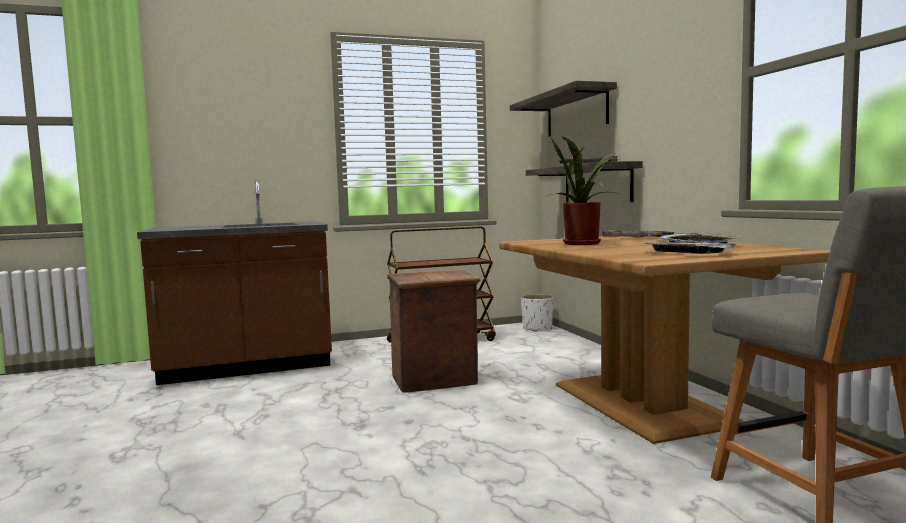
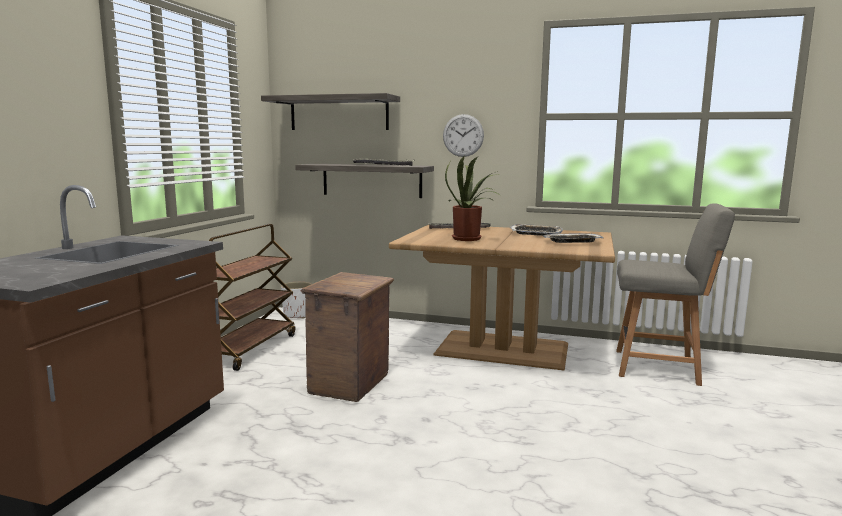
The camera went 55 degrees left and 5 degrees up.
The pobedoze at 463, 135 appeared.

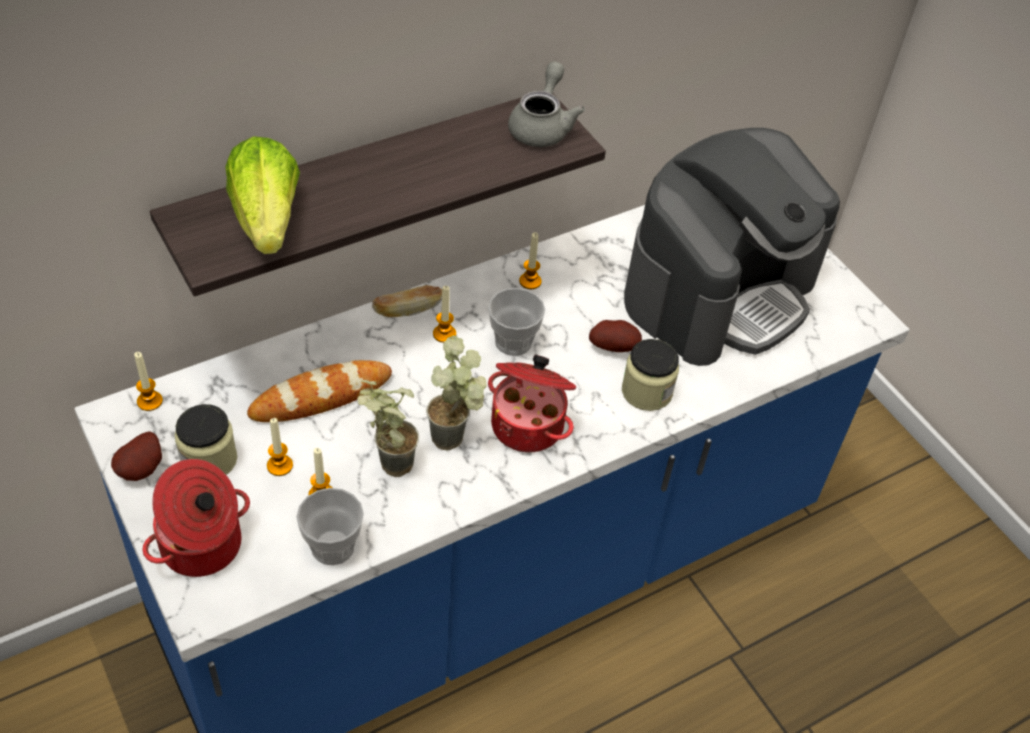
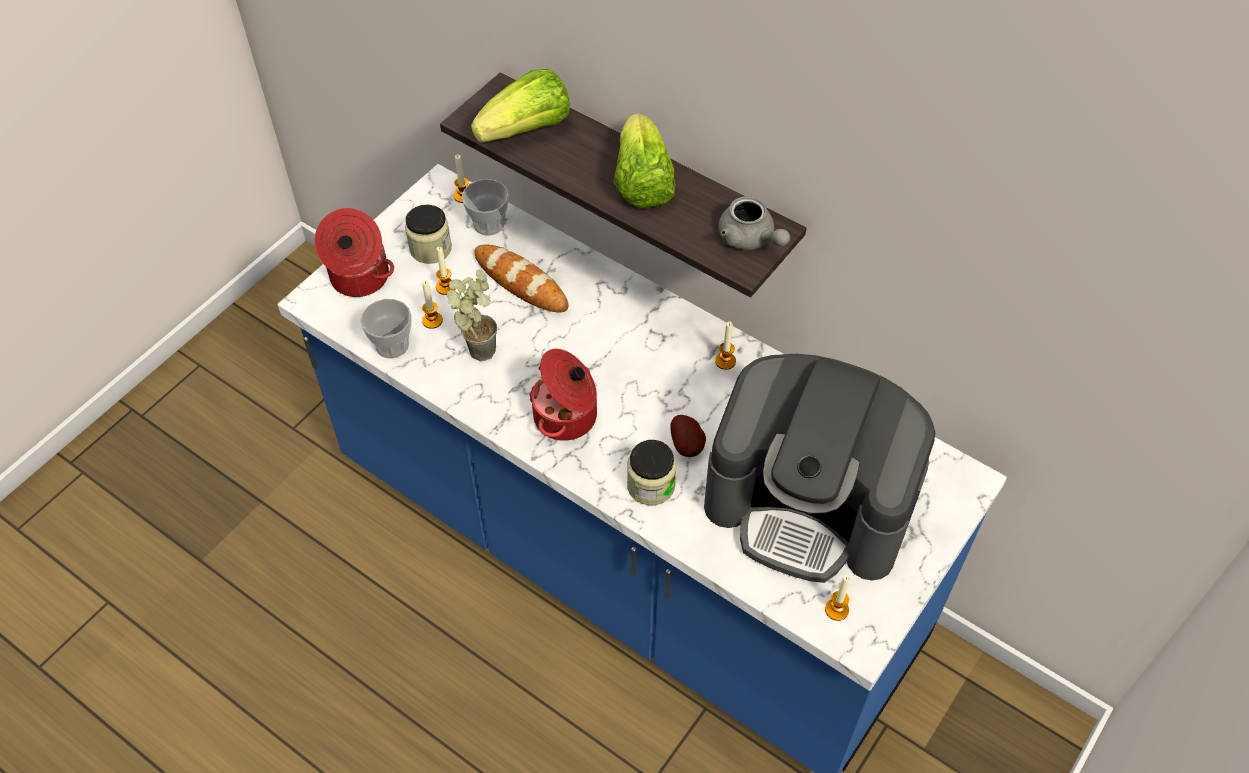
The camera went 70 degrees right and 5 degrees up.
The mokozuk at 143, 470 disappeared.
The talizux at 407, 311 disappeared.
The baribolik at 457, 440 disappeared.
The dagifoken moved from 444, 334 to 836, 610.
The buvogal moved from 513, 342 to 488, 224.
The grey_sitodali at 542, 126 turned 60 degrees clockwise.
The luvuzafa at 642, 182 appeared.

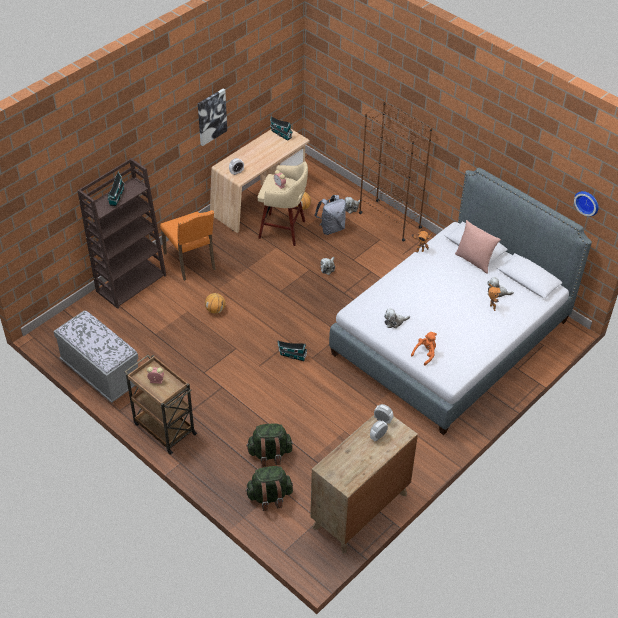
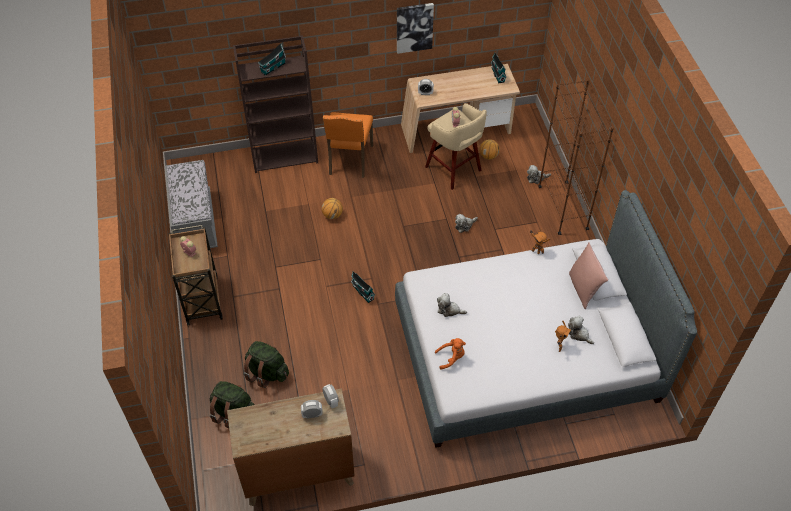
The camera went 35 degrees right and 5 degrees up.
The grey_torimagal at 331, 228 disappeared.
The pobedoze at 587, 202 disappeared.

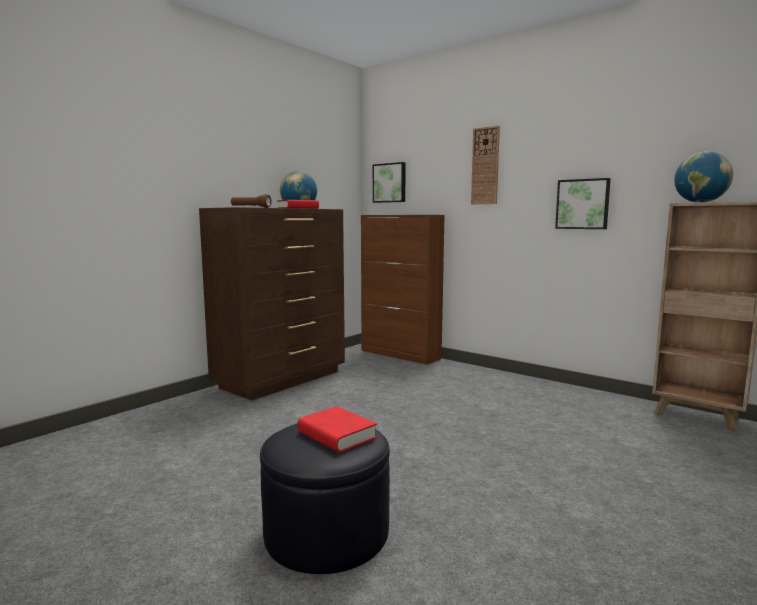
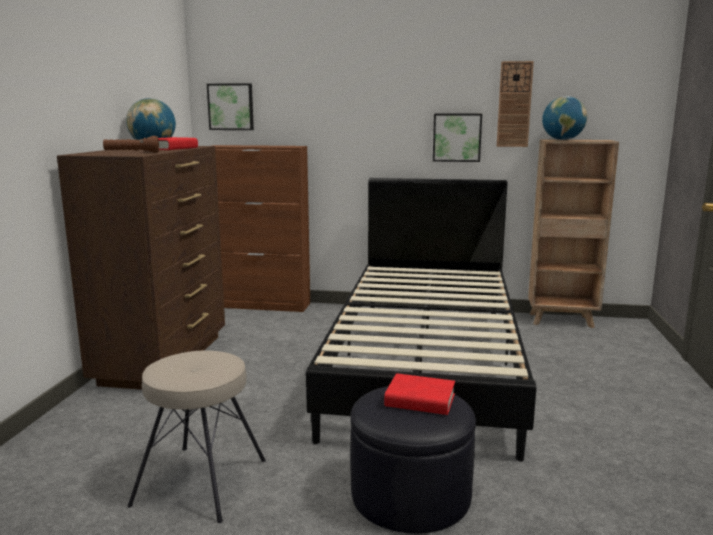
The camera went 30 degrees left and 5 degrees up.
The pobedoze moved from 485, 166 to 514, 104.
The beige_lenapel at 202, 482 appeared.
The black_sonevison at 426, 362 appeared.

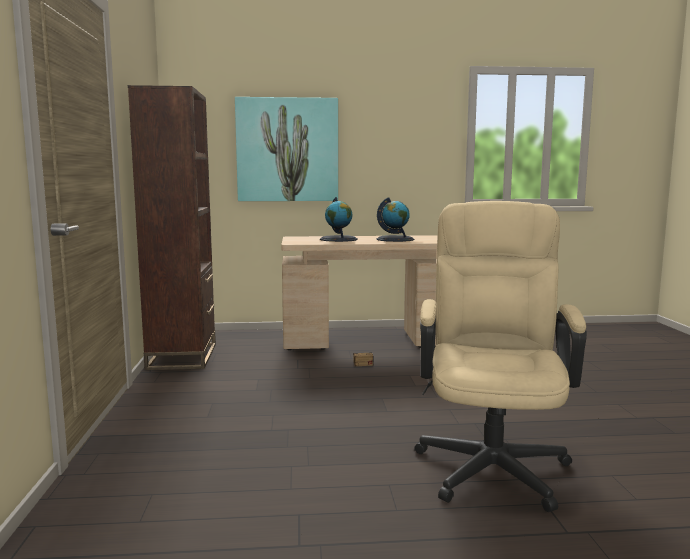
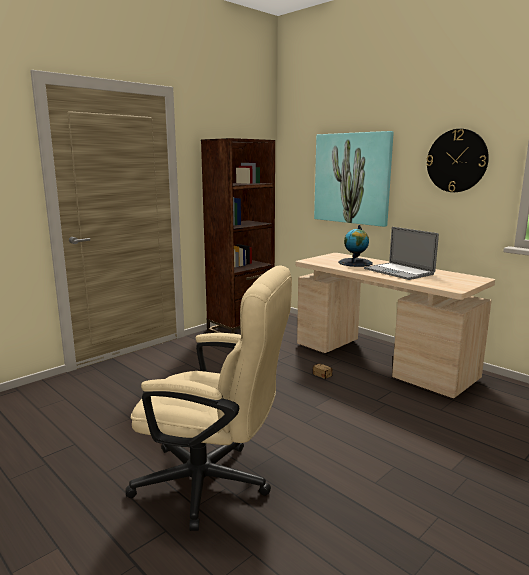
The camera went 50 degrees right and 5 degrees up.
The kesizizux at 395, 239 was replaced by the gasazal at 398, 271.
The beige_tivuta at 492, 461 turned 45 degrees clockwise.
The pobedoze at 456, 161 appeared.

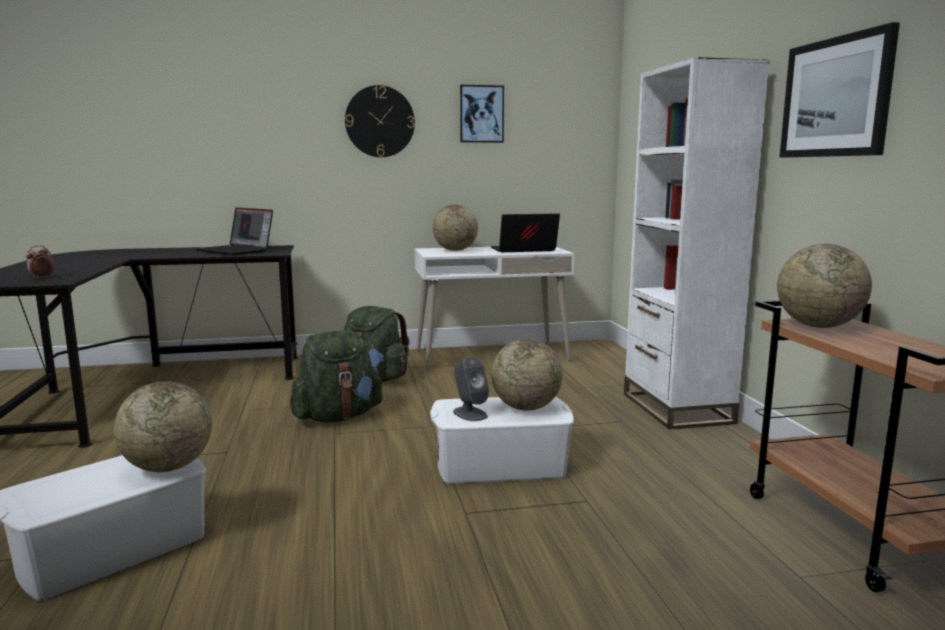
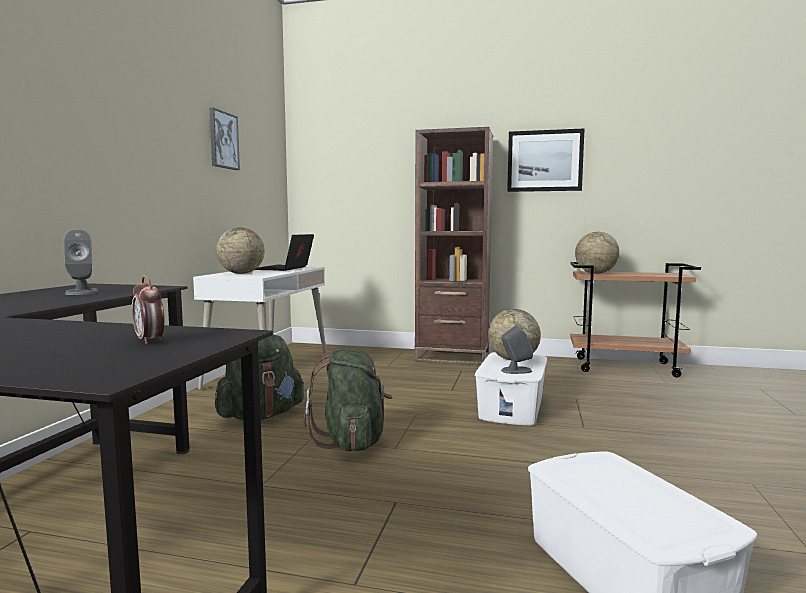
The camera went 65 degrees left and 5 degrees down.
The kesizizux at 168, 467 disappeared.
The gasazal at 236, 251 was replaced by the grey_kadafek at 82, 292.
The pobedoze at 380, 121 disappeared.
The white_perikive at 676, 408 became the brown_perikive at 452, 357.

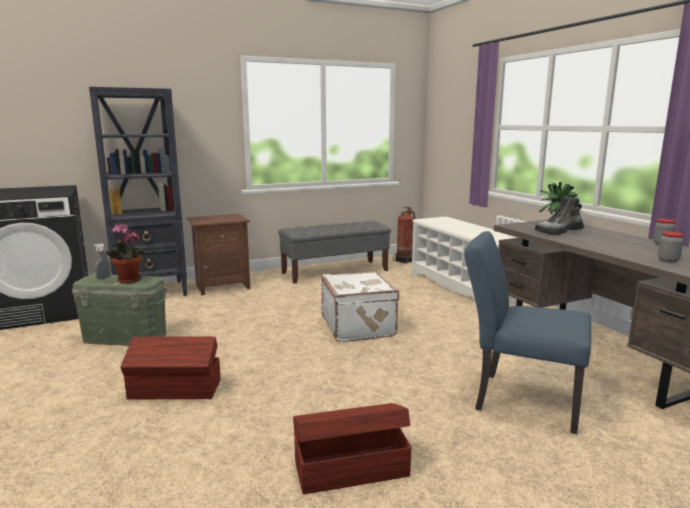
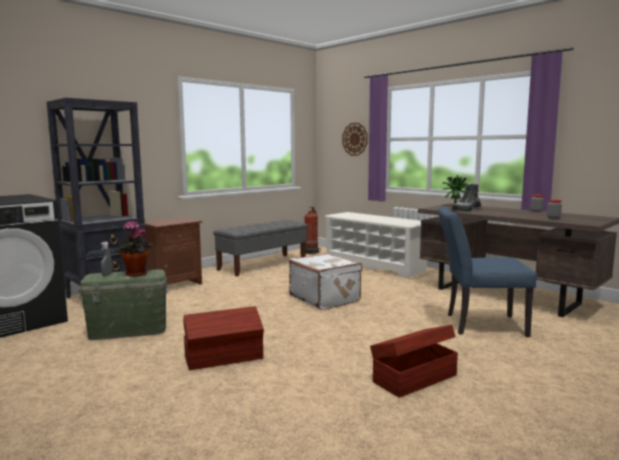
The camera went 20 degrees left and 5 degrees down.
The pobedoze at 355, 139 appeared.

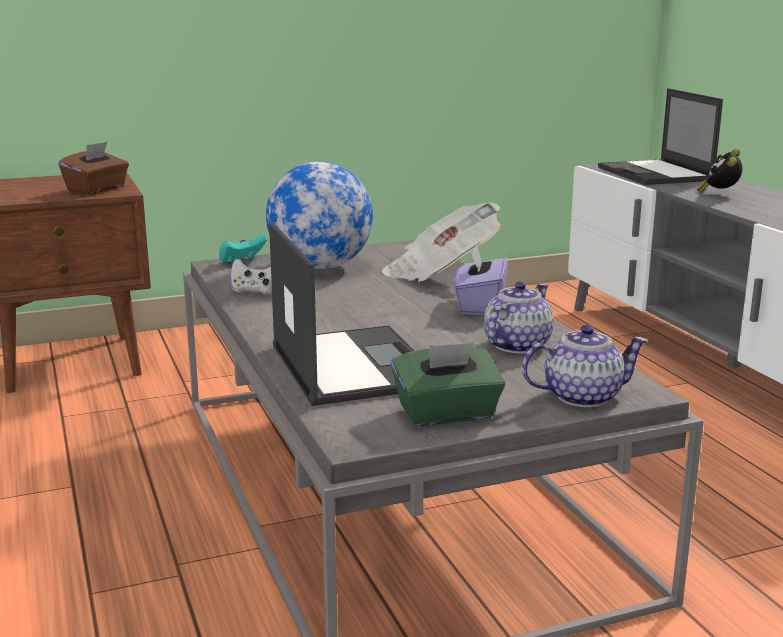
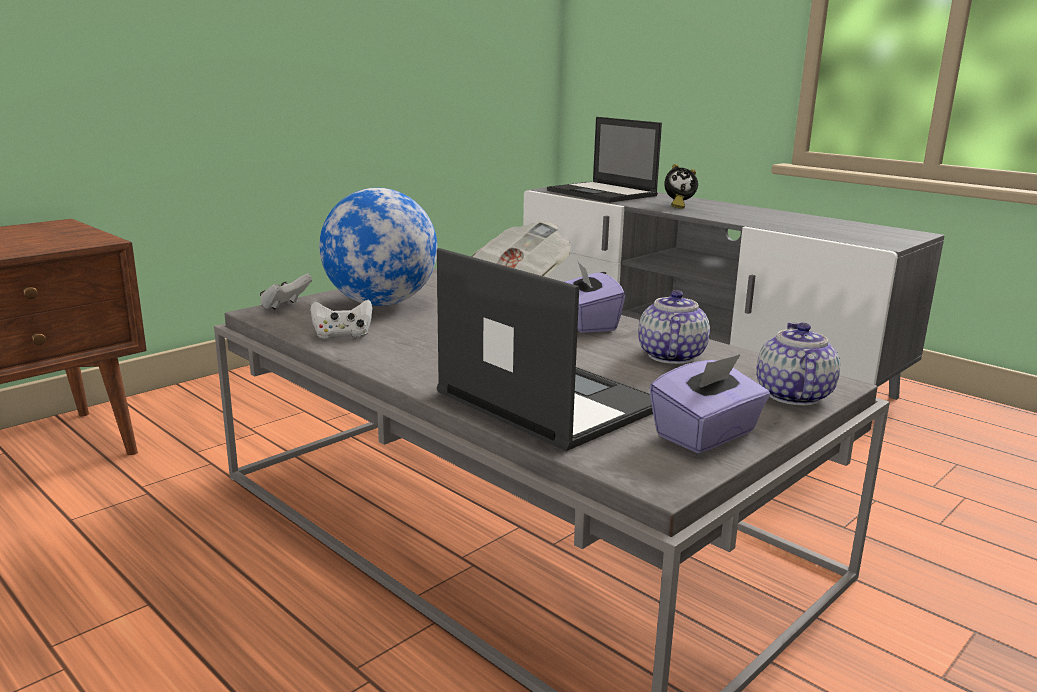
The camera went 25 degrees left and 0 degrees up.
The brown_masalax at 97, 189 disappeared.
The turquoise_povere at 241, 261 became the white_povere at 285, 306.
The green_masalax at 447, 414 became the purple_masalax at 706, 435.
The sitodali at 581, 396 turned 45 degrees counterclockwise.
The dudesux at 719, 194 turned 90 degrees counterclockwise.

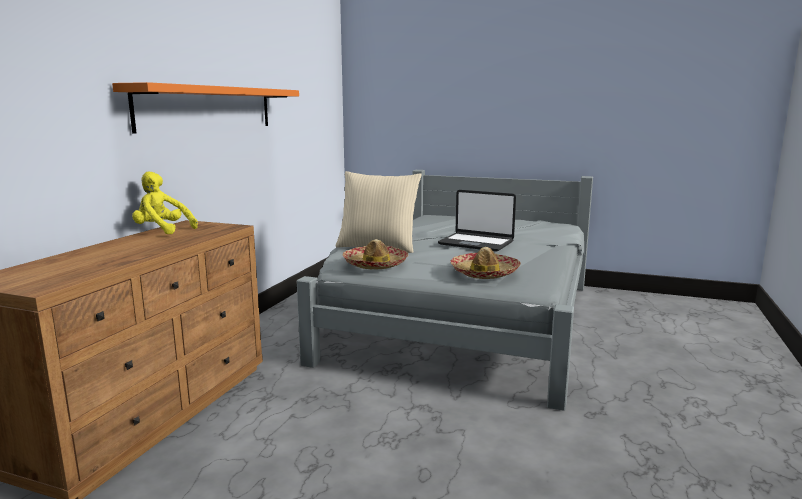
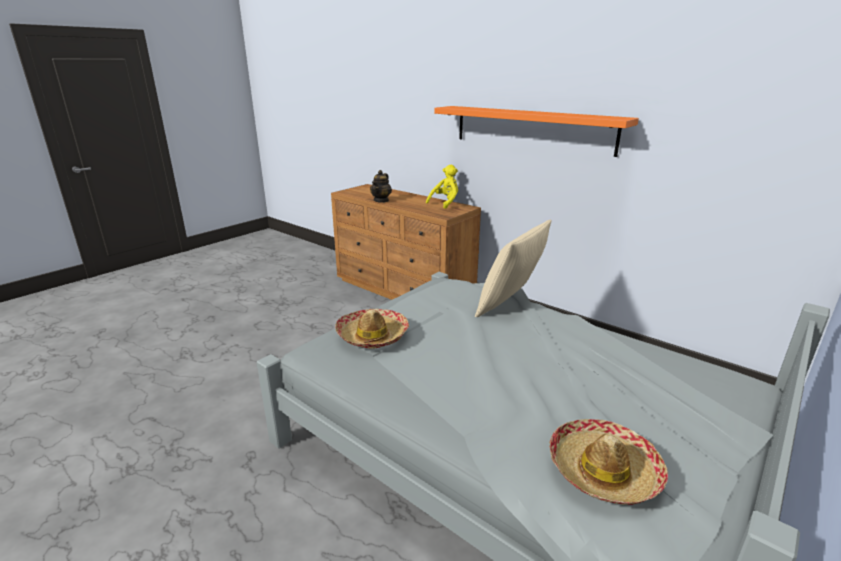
The camera went 110 degrees right and 10 degrees up.
The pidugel moved from 375, 264 to 603, 470.
The gasazal at 476, 243 disappeared.
The sitodali at 381, 200 appeared.

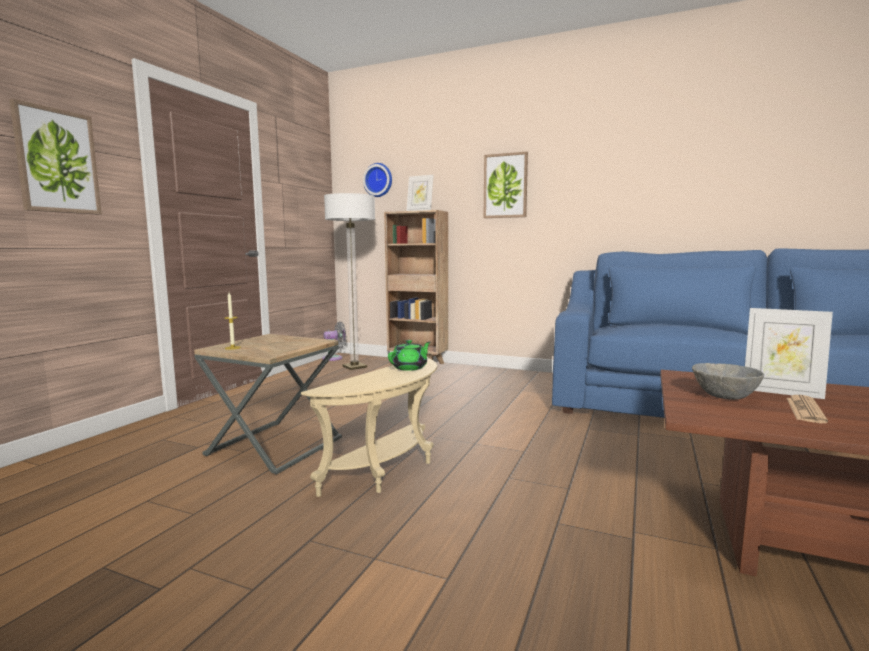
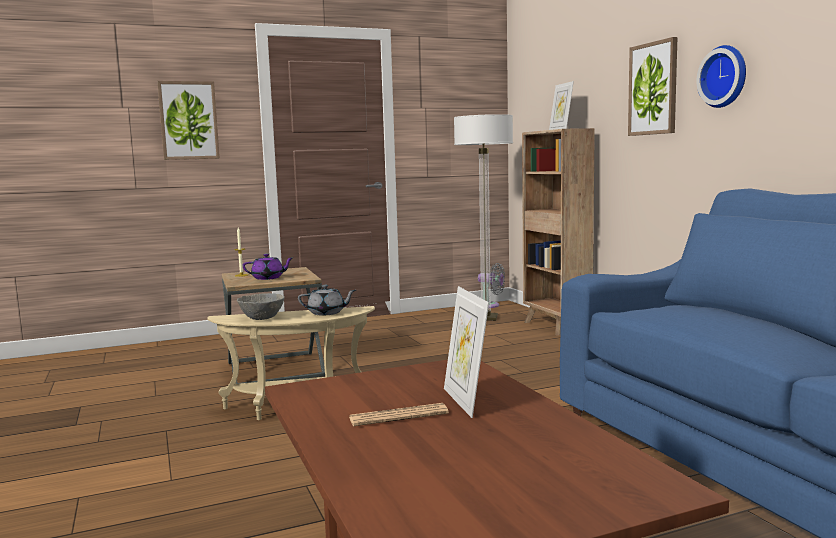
The camera went 45 degrees right and 0 degrees up.
The pobedoze moved from 379, 180 to 725, 76.
The green_sitodali at 410, 367 became the grey_sitodali at 327, 313.
The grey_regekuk moved from 724, 396 to 262, 318.
The purple_sitodali at 268, 278 appeared.

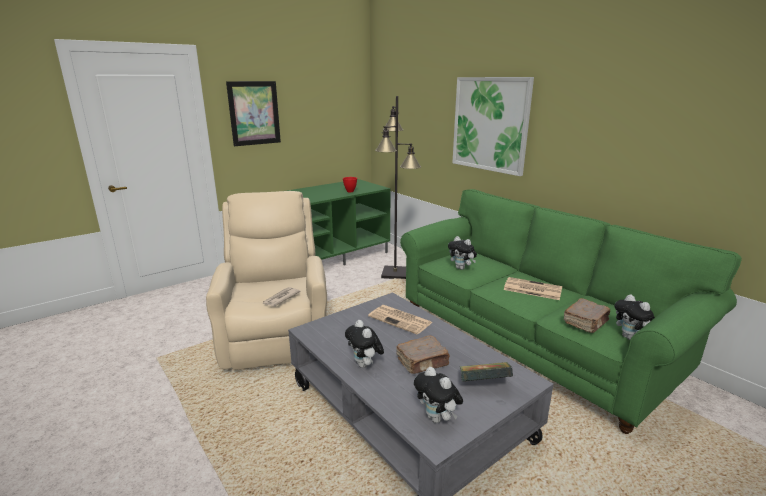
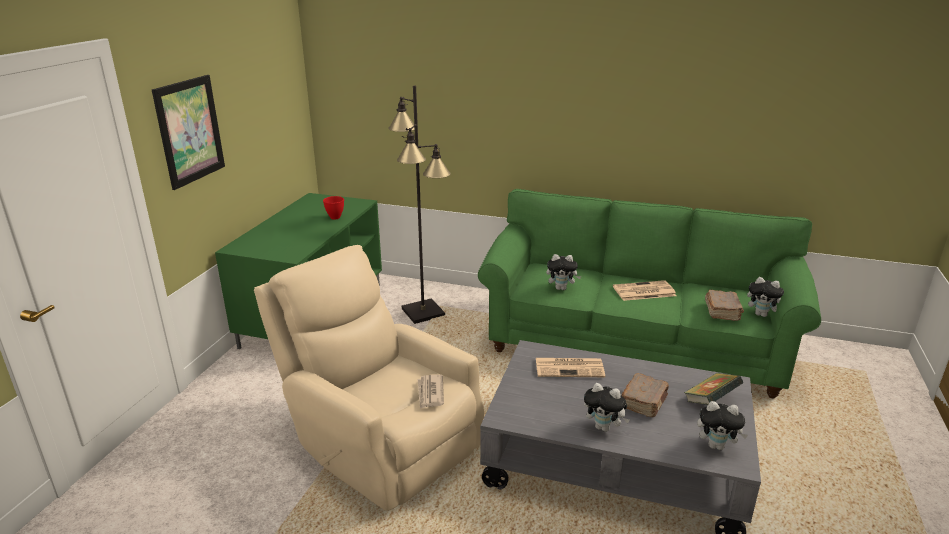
The camera went 35 degrees left and 5 degrees up.
The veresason at 490, 124 disappeared.

